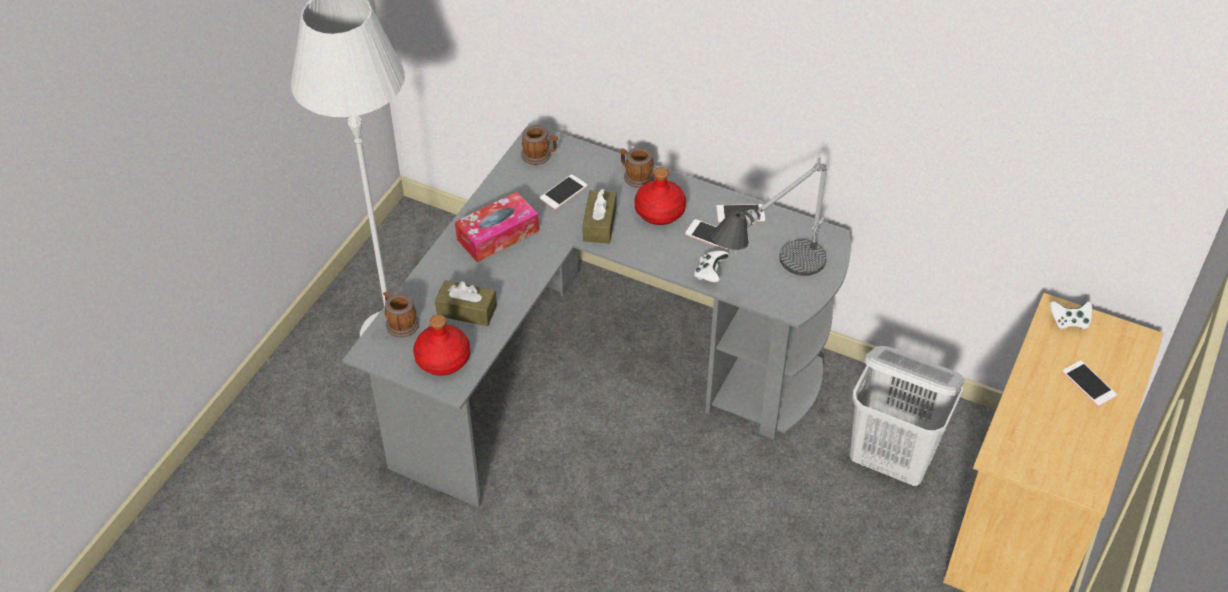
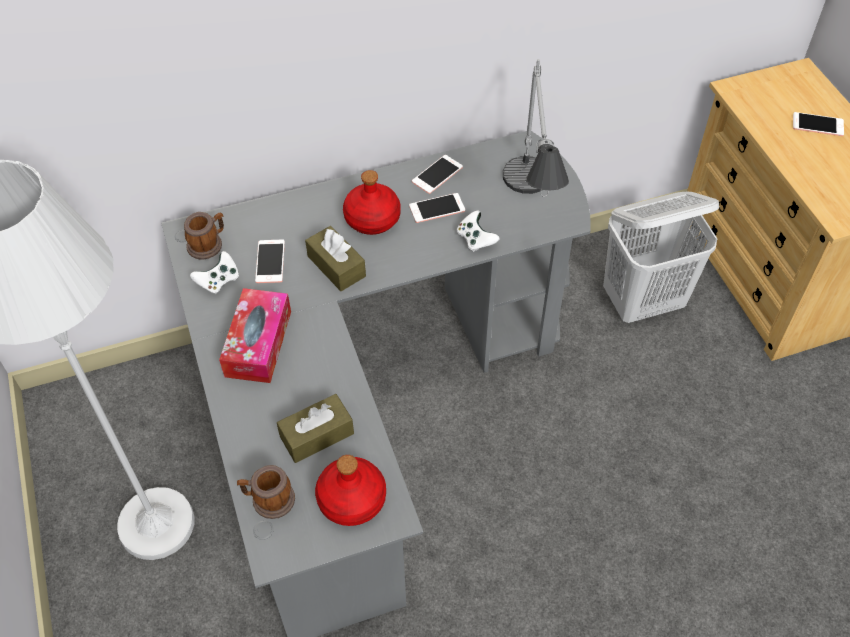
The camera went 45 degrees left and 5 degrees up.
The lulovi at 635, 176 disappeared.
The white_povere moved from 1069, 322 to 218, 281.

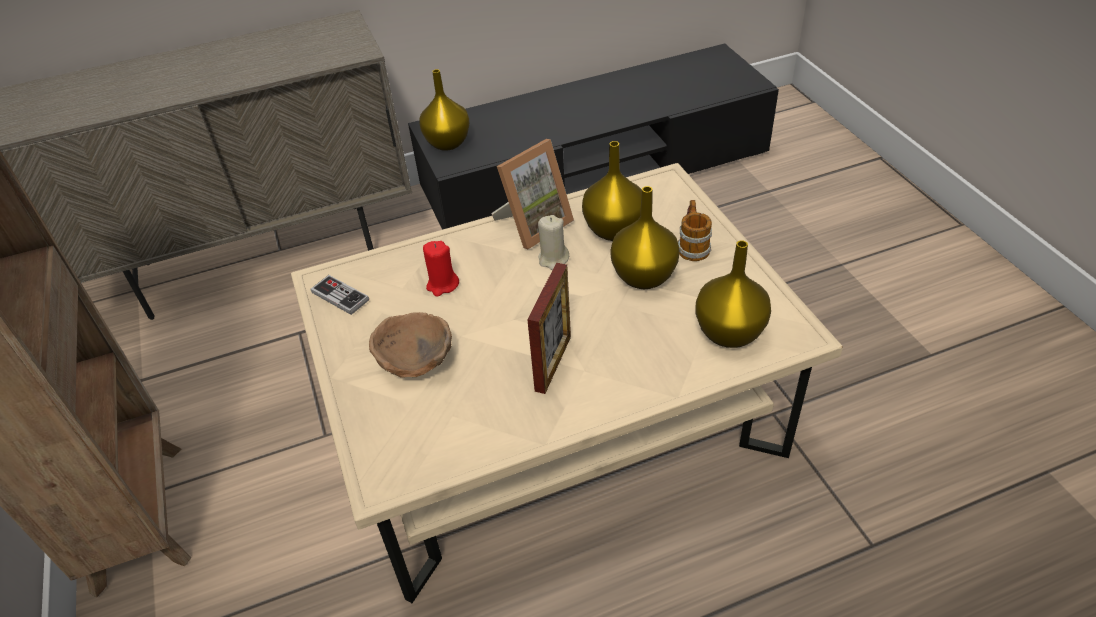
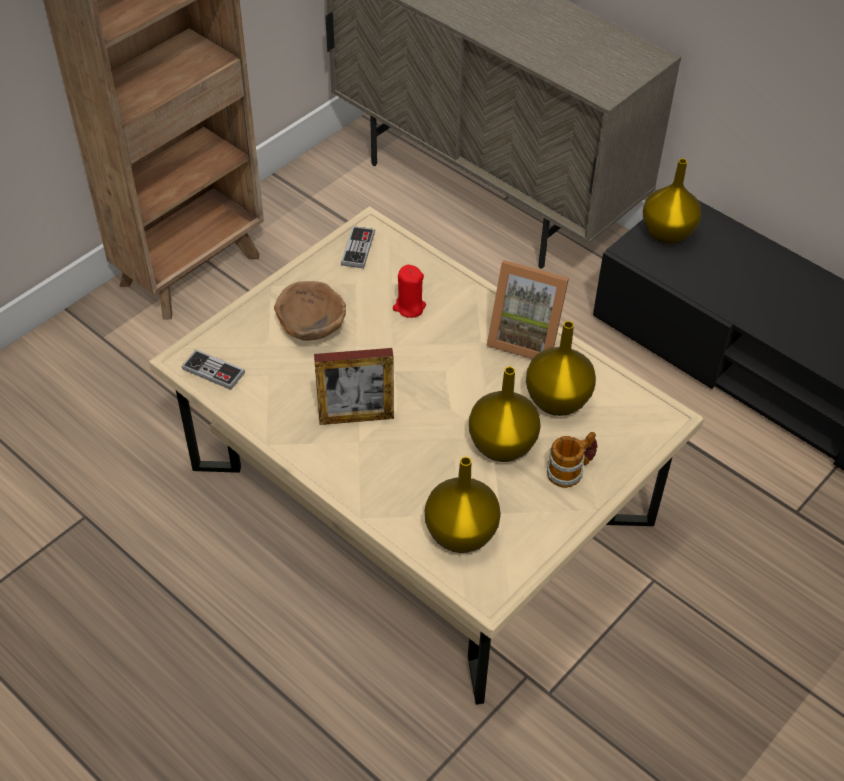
The camera went 60 degrees right and 5 degrees up.
The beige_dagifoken at 553, 259 disappeared.
The povere at 213, 371 appeared.

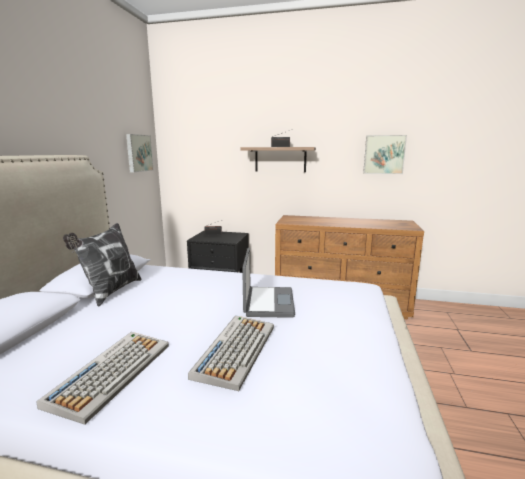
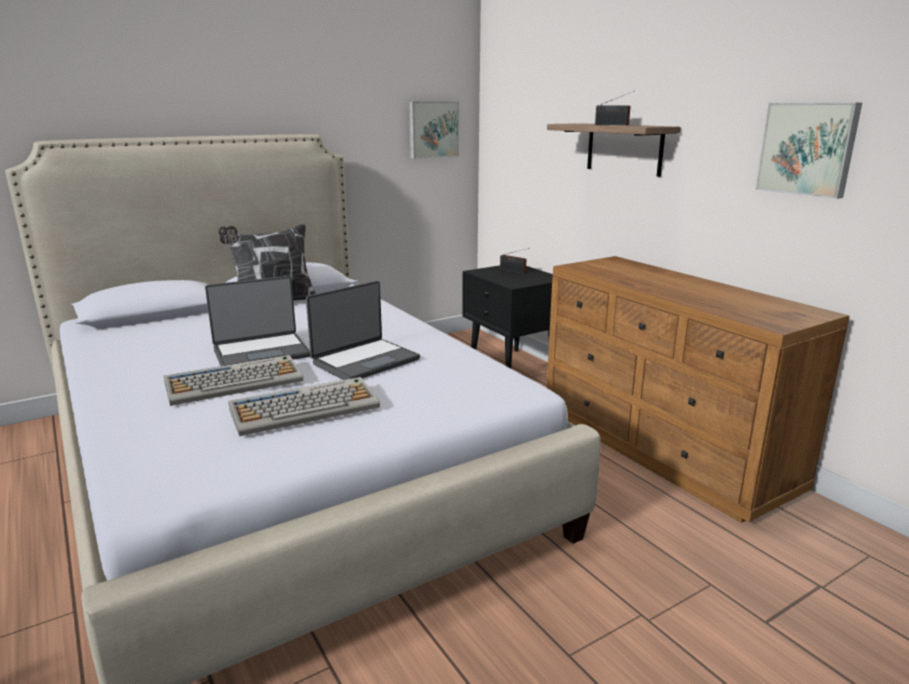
The camera went 45 degrees right and 5 degrees up.
The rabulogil moved from 112, 372 to 306, 408.
The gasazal at 261, 352 appeared.

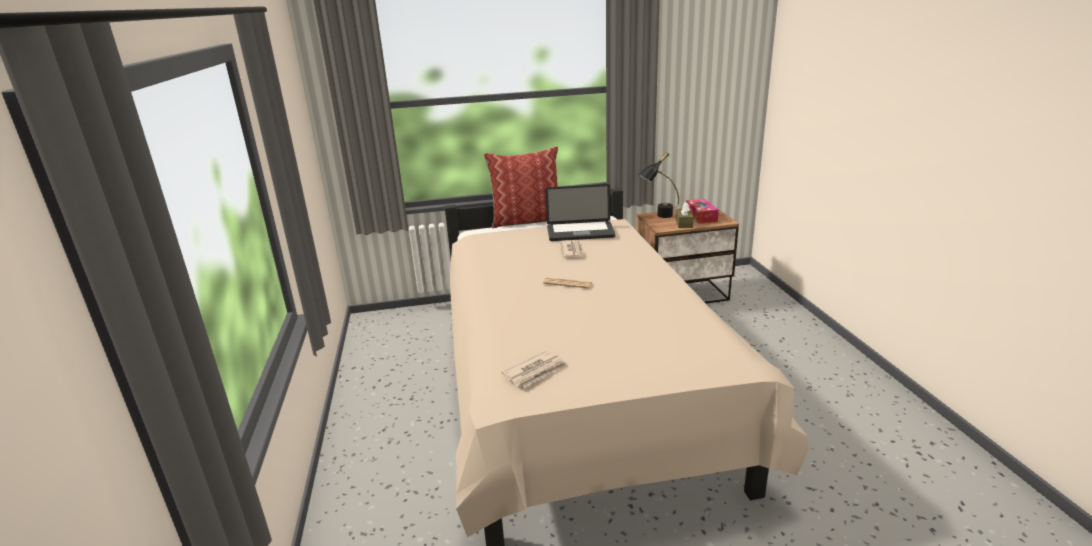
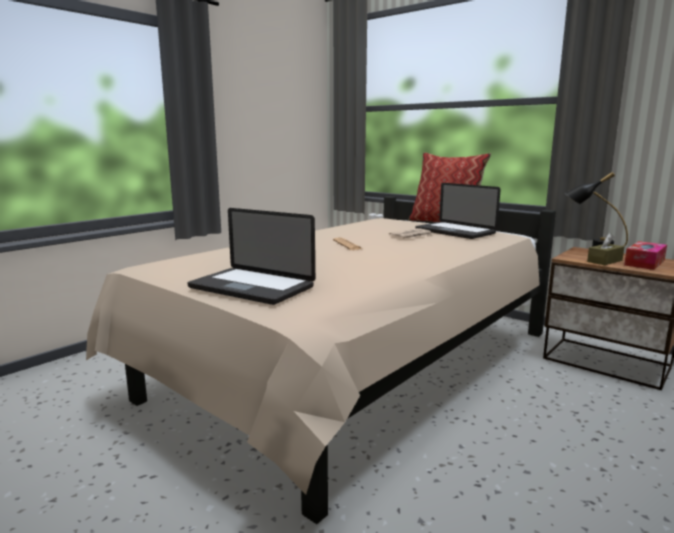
The camera went 50 degrees right and 10 degrees down.
The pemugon at 536, 371 disappeared.
The gasazal at 251, 287 appeared.

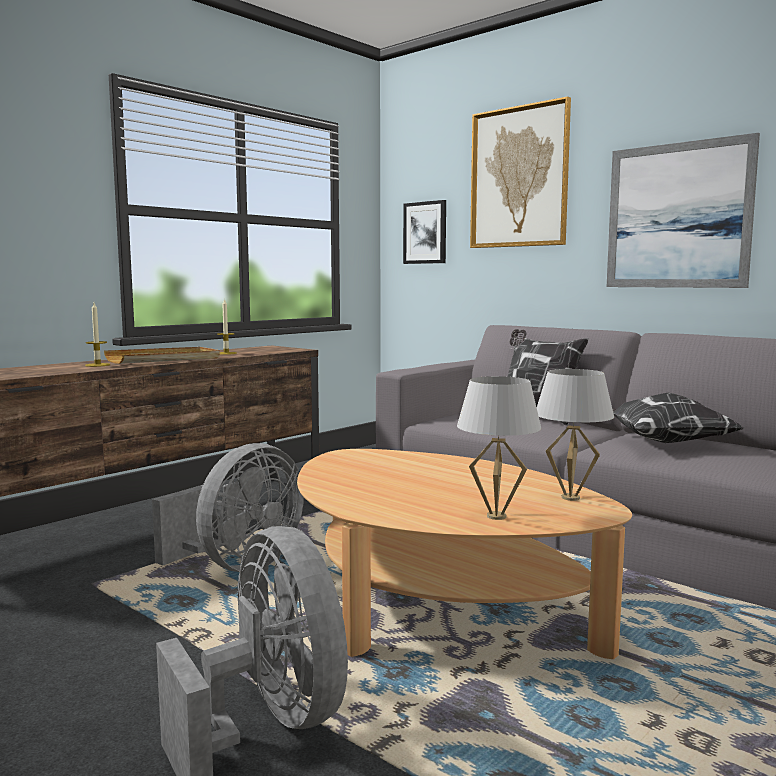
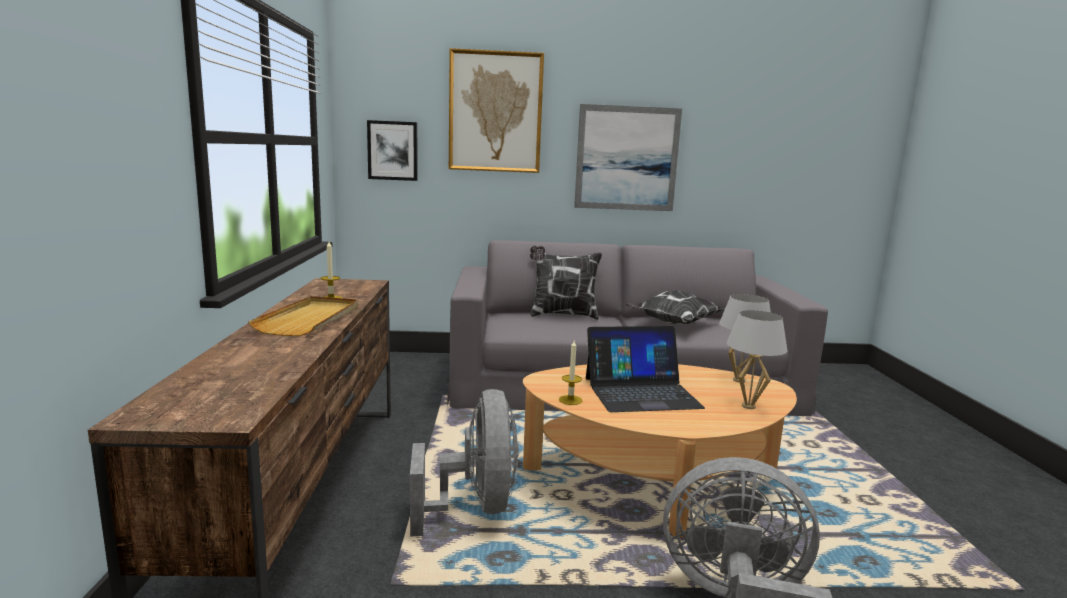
The camera went 45 degrees left and 5 degrees up.
The dagifoken moved from 97, 365 to 570, 400.
The gasazal at 641, 392 appeared.

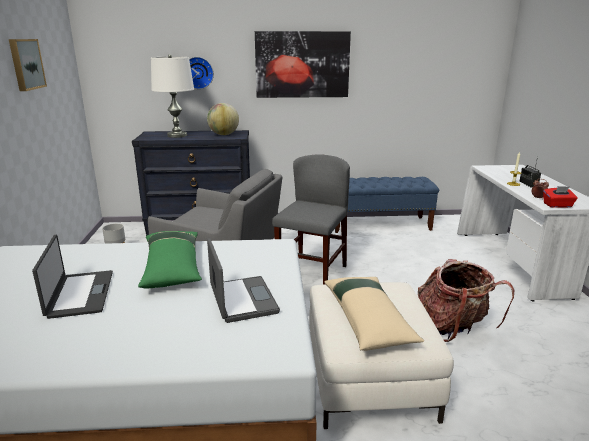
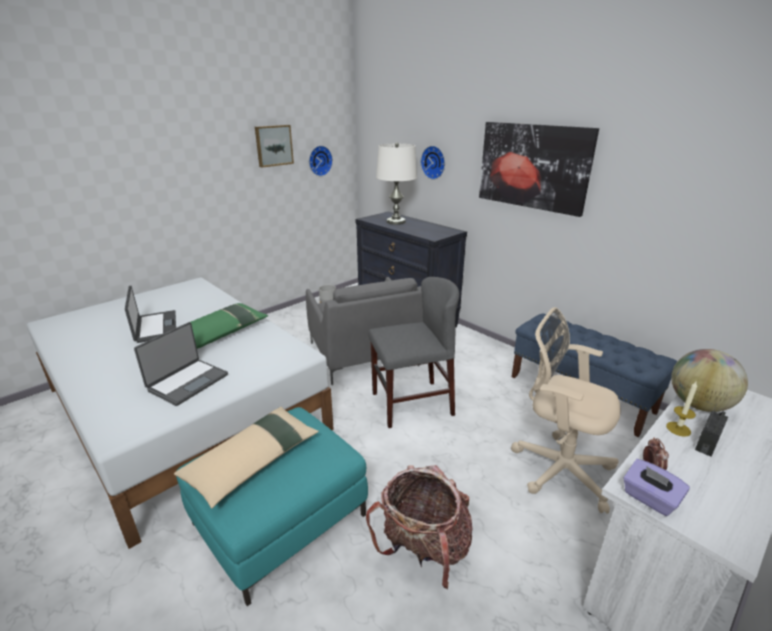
The camera went 50 degrees right and 5 degrees up.
The gasazal at 79, 294 turned 60 degrees counterclockwise.
The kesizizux moved from 224, 134 to 698, 404.
The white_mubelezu at 368, 377 became the turquoise_mubelezu at 280, 519.
The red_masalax at 557, 205 became the purple_masalax at 649, 498.
The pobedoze at 319, 160 appeared.
The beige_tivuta at 558, 468 appeared.

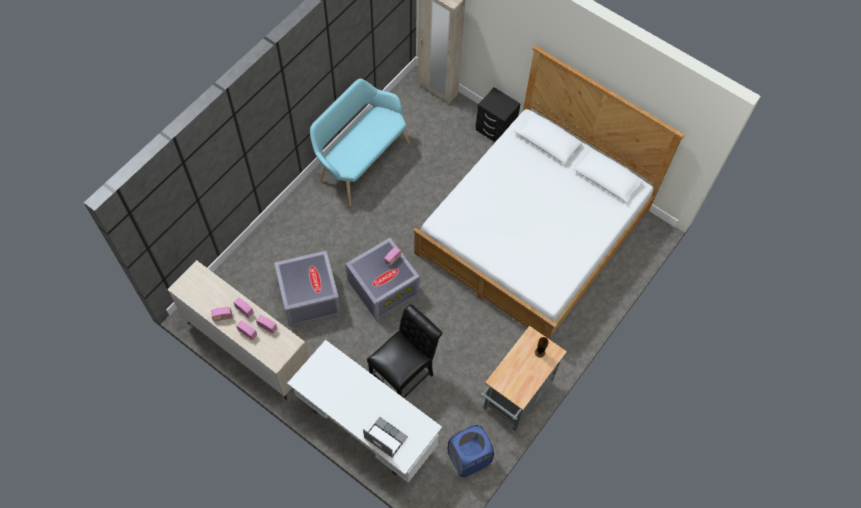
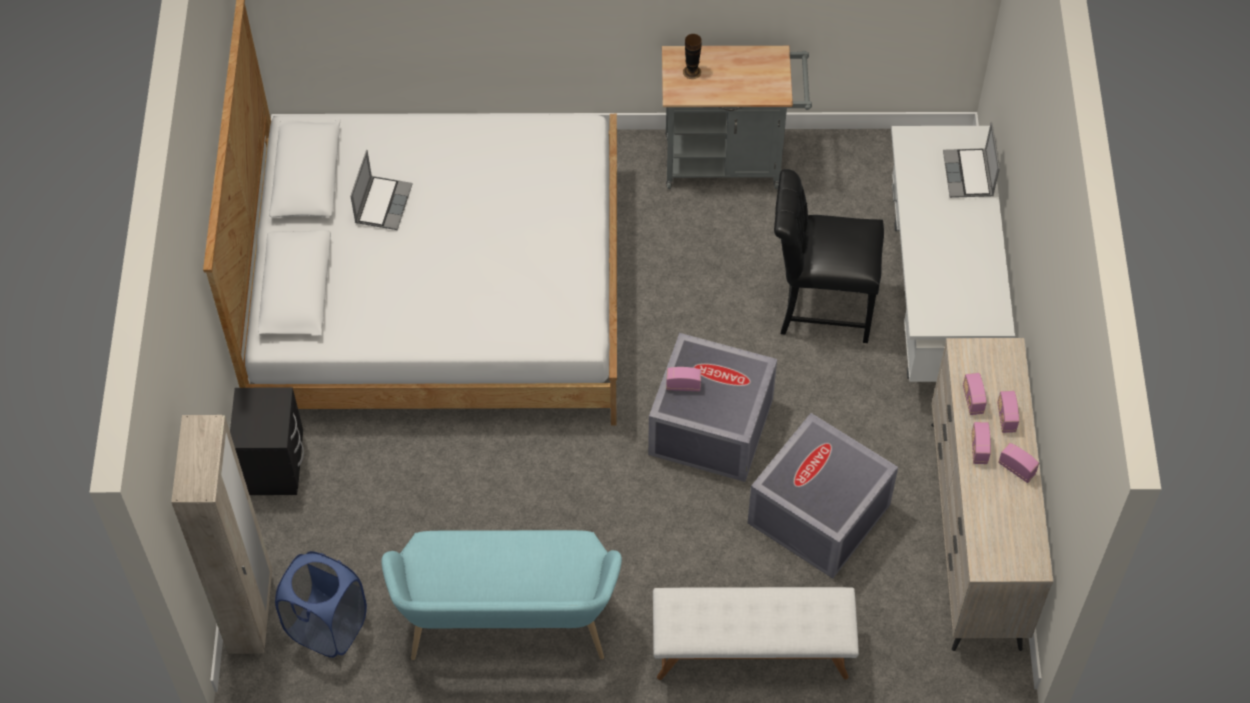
The camera went 125 degrees left and 5 degrees down.
The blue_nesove moved from 468, 458 to 327, 626.
The gasazal at 382, 203 appeared.
The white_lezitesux at 751, 651 appeared.

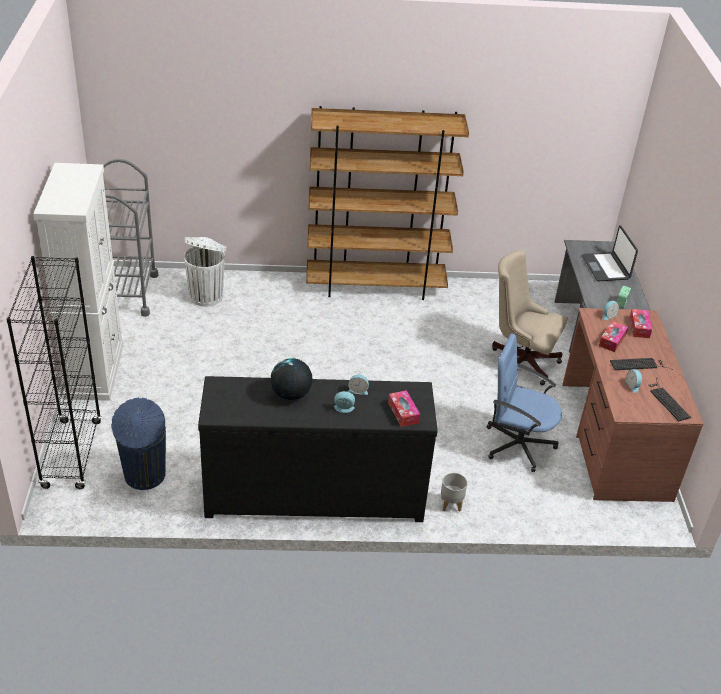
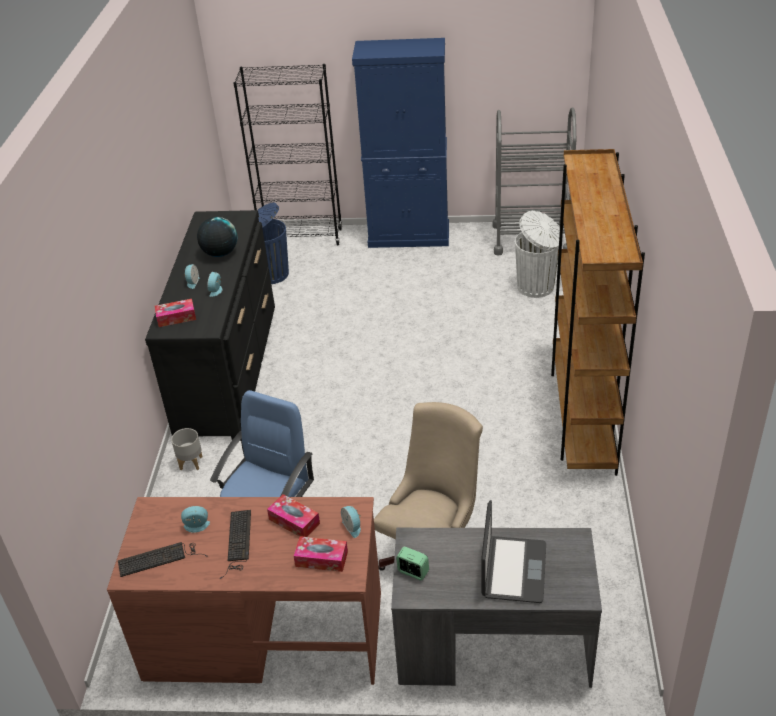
The camera went 100 degrees right and 0 degrees up.
The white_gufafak at 95, 370 became the blue_gufafak at 409, 236.
The gasazal at 606, 267 turned 105 degrees clockwise.

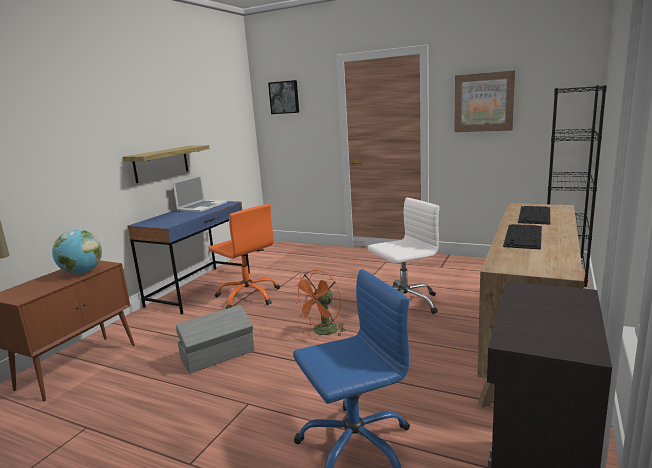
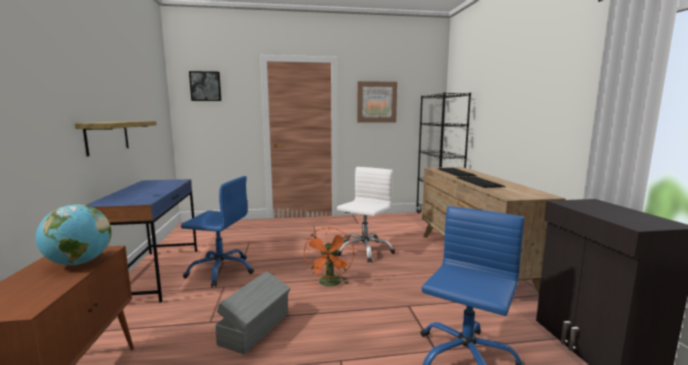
The camera went 35 degrees left and 5 degrees down.
The gasazal at 202, 206 disappeared.
The orange_tivuta at 248, 296 became the blue_tivuta at 221, 270.

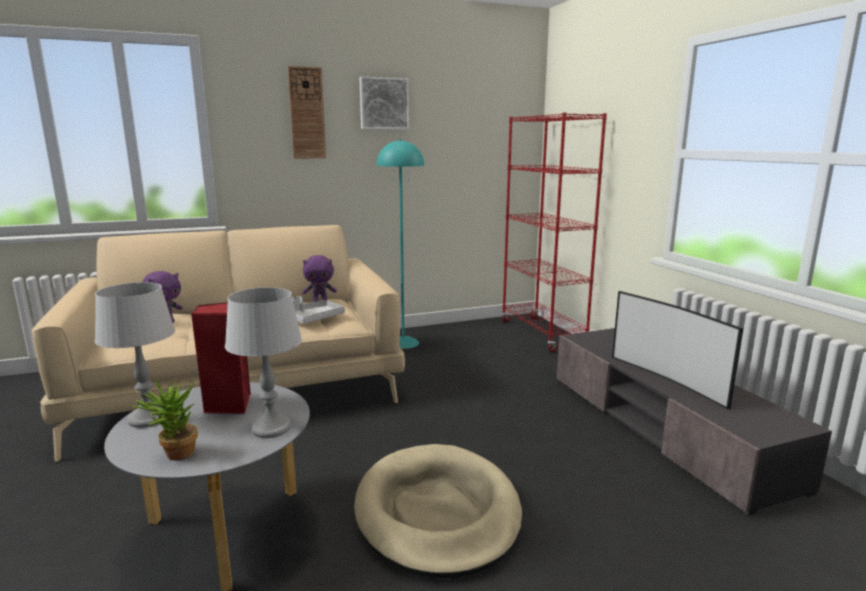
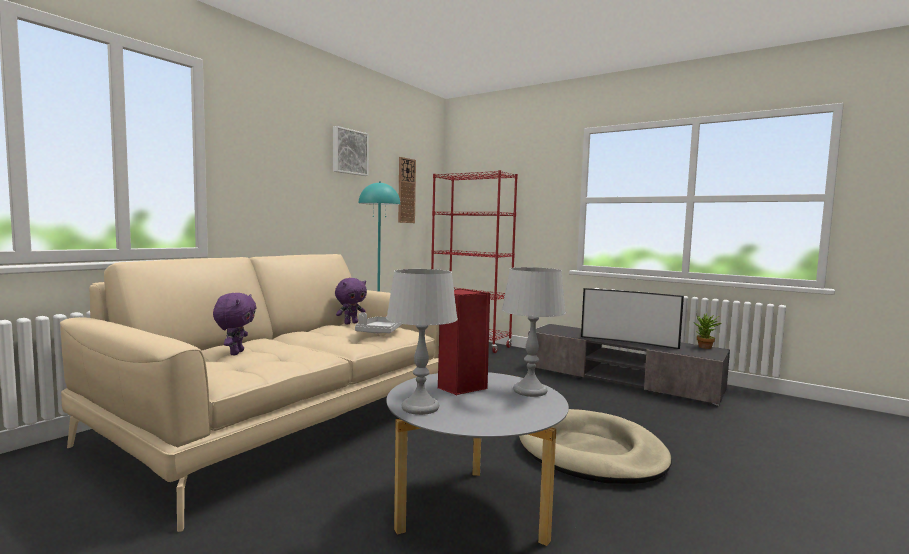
The camera went 35 degrees left and 10 degrees down.
The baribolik moved from 174, 455 to 705, 348.
The pobedoze moved from 307, 113 to 406, 190.

